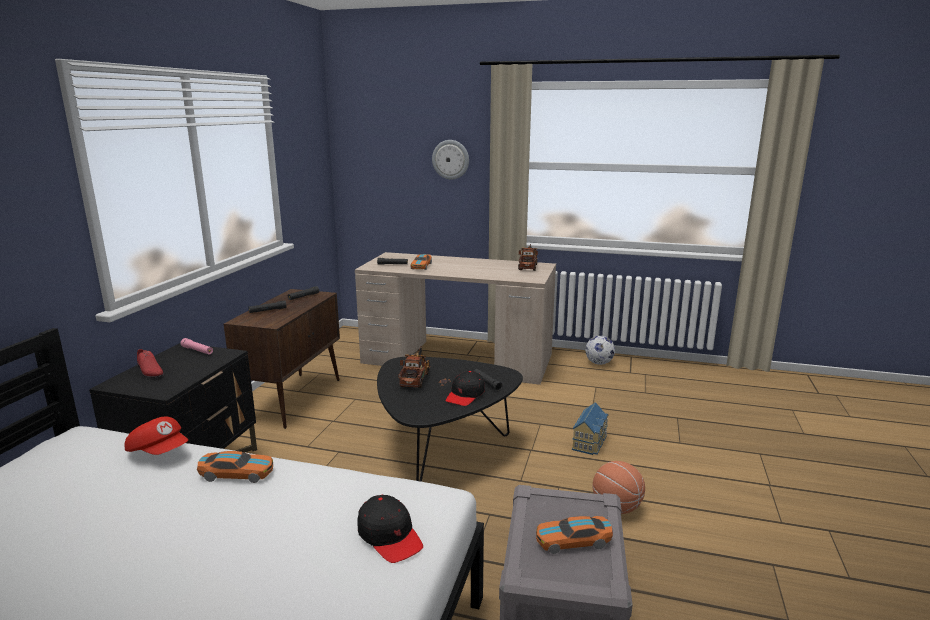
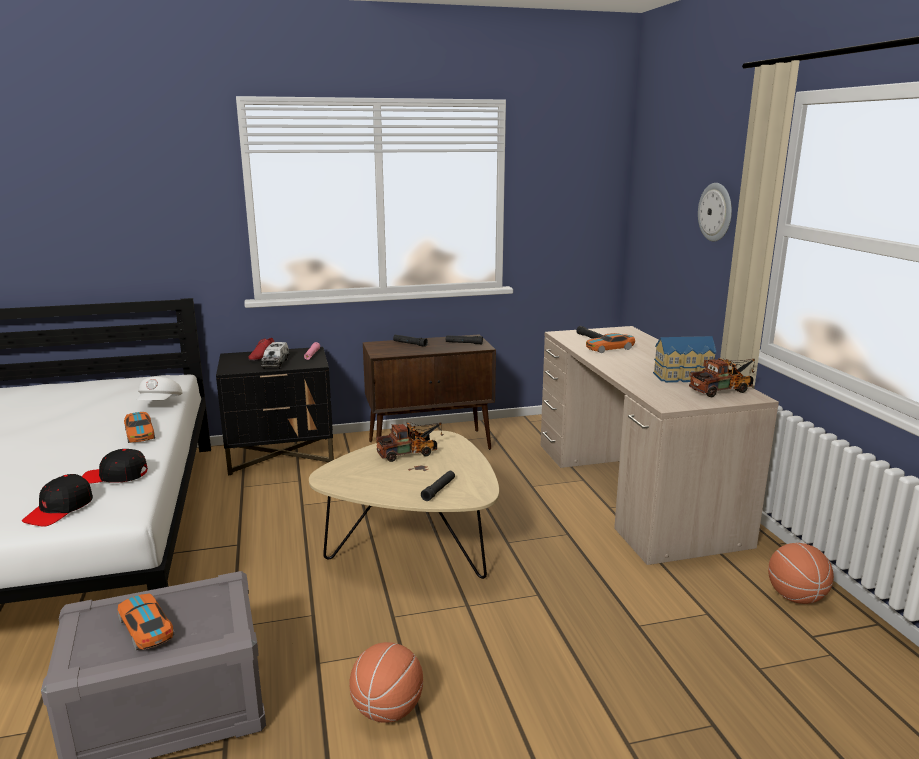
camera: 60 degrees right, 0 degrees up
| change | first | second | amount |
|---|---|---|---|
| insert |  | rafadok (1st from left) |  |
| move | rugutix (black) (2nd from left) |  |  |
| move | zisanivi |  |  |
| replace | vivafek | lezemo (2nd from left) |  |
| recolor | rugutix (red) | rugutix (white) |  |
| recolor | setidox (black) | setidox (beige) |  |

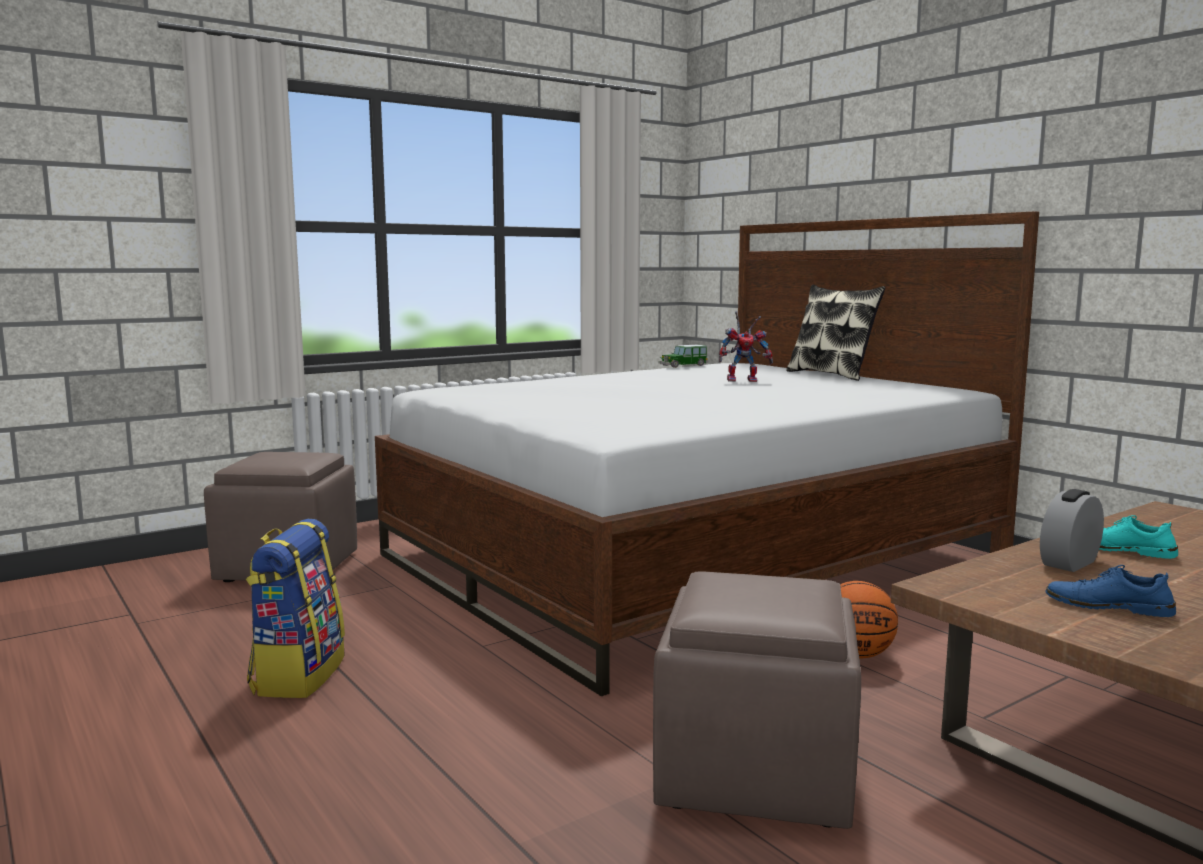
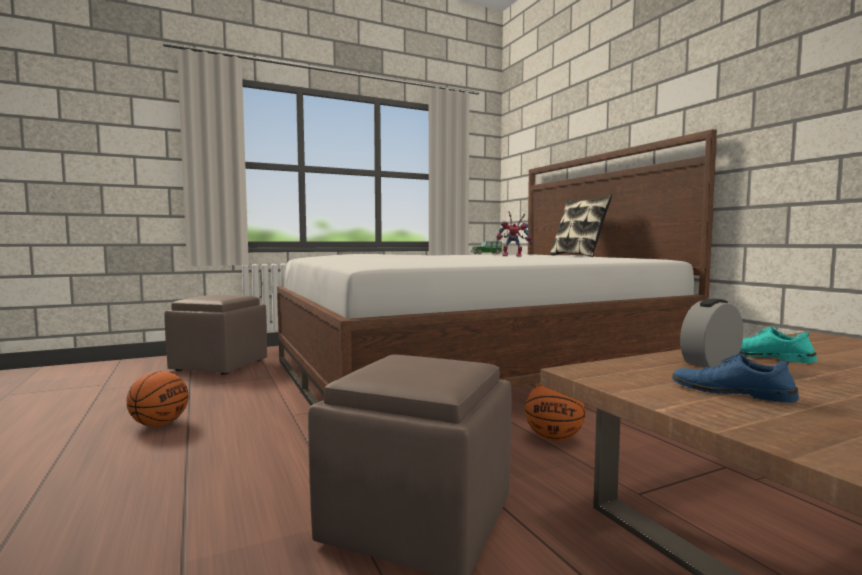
camera: 10 degrees right, 5 degrees down
| change | first | second | amount |
|---|---|---|---|
| replace | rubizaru | lezemo (1st from left) |  |

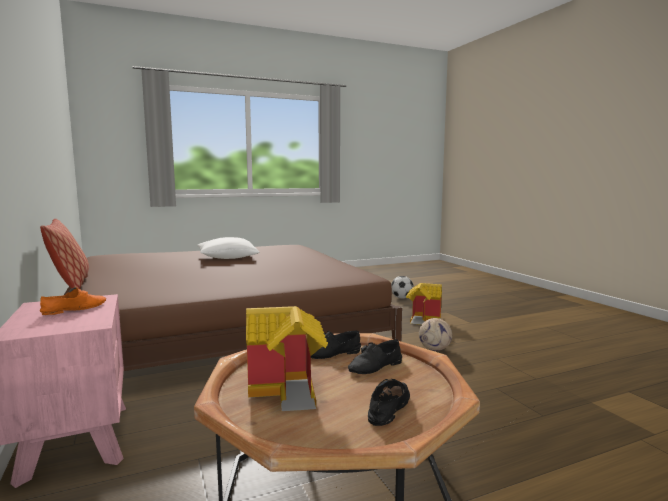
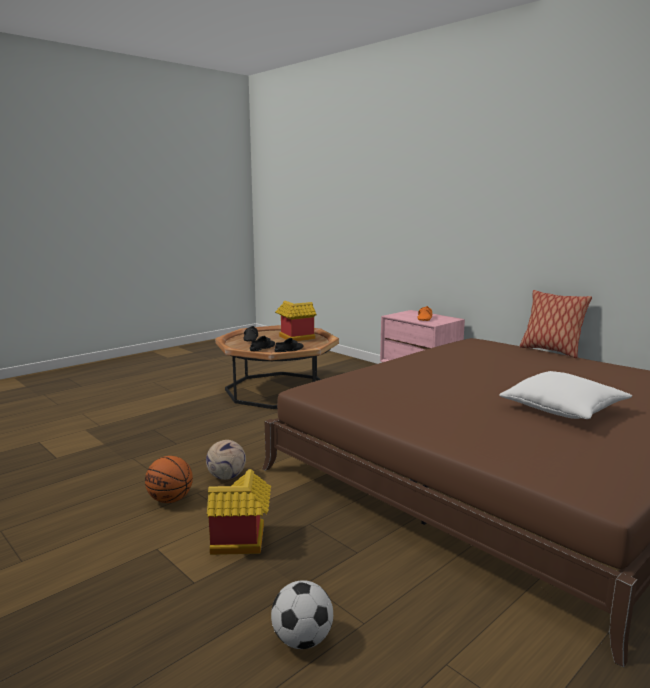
camera: 160 degrees right, 5 degrees up
| change | first | second | amount |
|---|---|---|---|
| insert |  | lezemo |  |

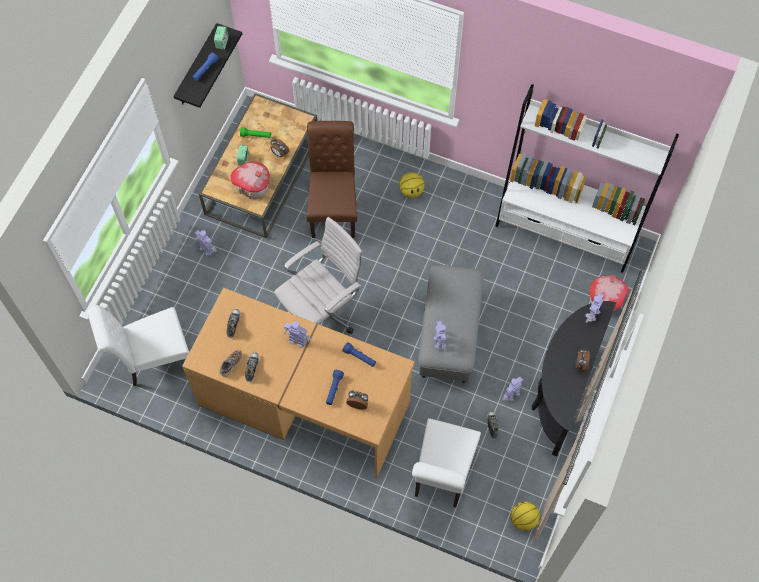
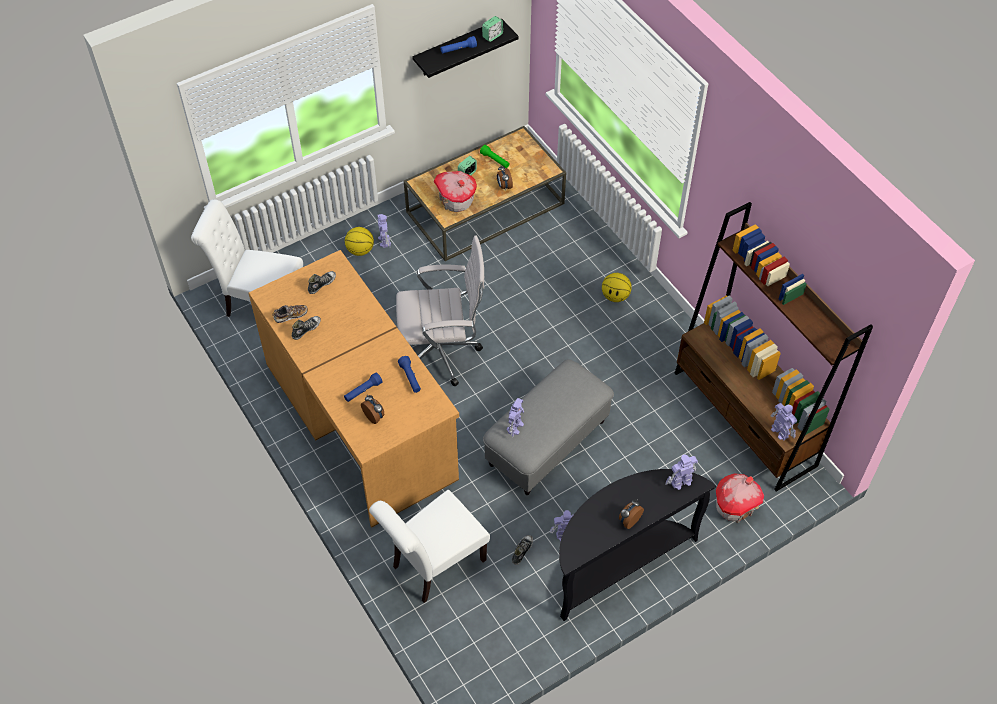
camera: 35 degrees right, 10 degrees down
| change | first | second | amount |
|---|---|---|---|
| delete | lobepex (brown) |  |  |
| move | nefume (2nd from left in the first image) | nefume (5th from left) |  |
| move | lezemo (2nd from left in the first image) | lezemo (1st from left) |  |
| recolor | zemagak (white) | zemagak (brown) |  |

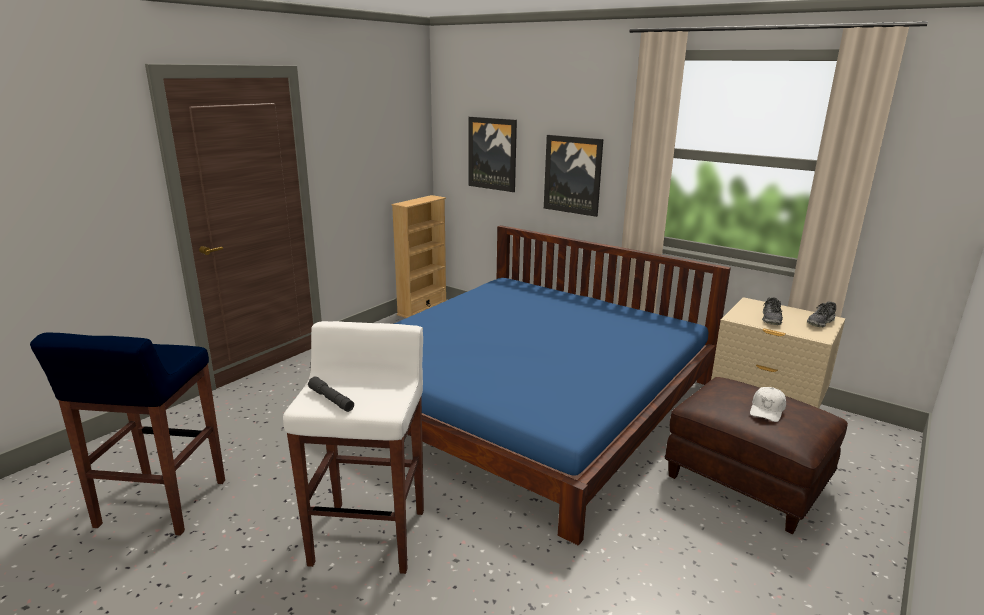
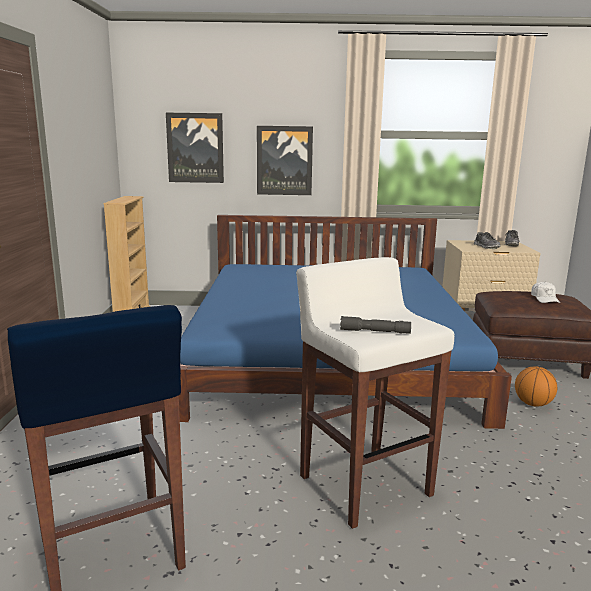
camera: 35 degrees left, 5 degrees down
| change | first | second | amount |
|---|---|---|---|
| insert |  | lezemo |  |

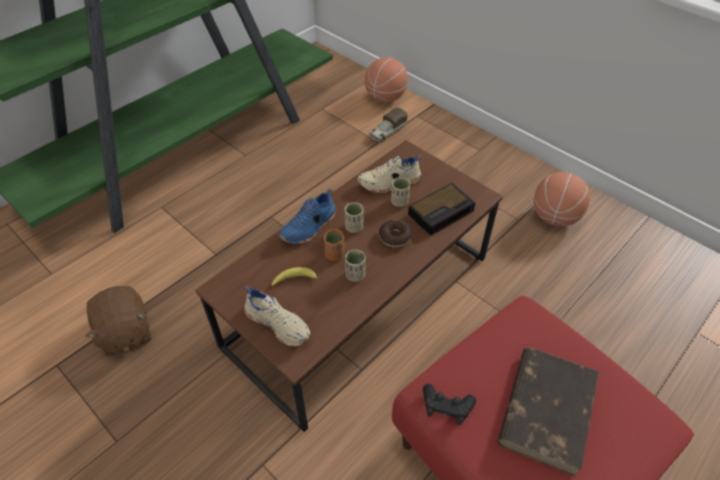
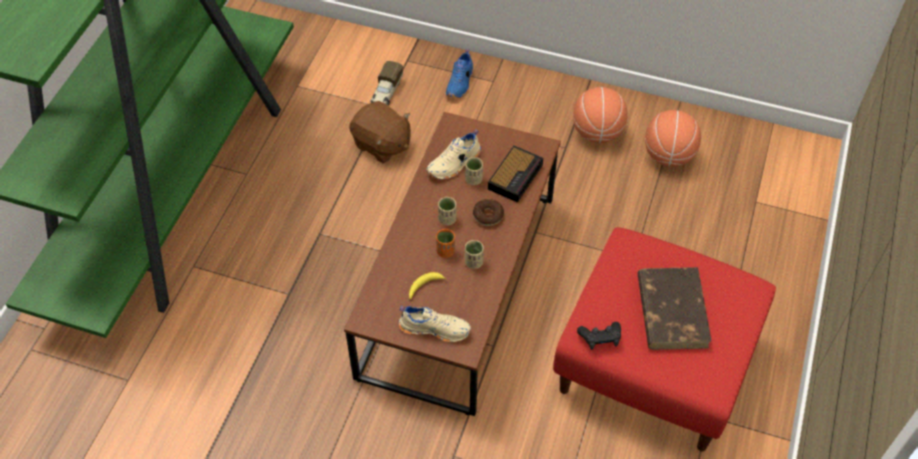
camera: 25 degrees left, 5 degrees up
| change | first | second | amount |
|---|---|---|---|
| move | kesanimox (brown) |  |  |
| move | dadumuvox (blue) |  |  |
| move | lezemo (1st from left in the first image) | lezemo (2nd from left) |  |

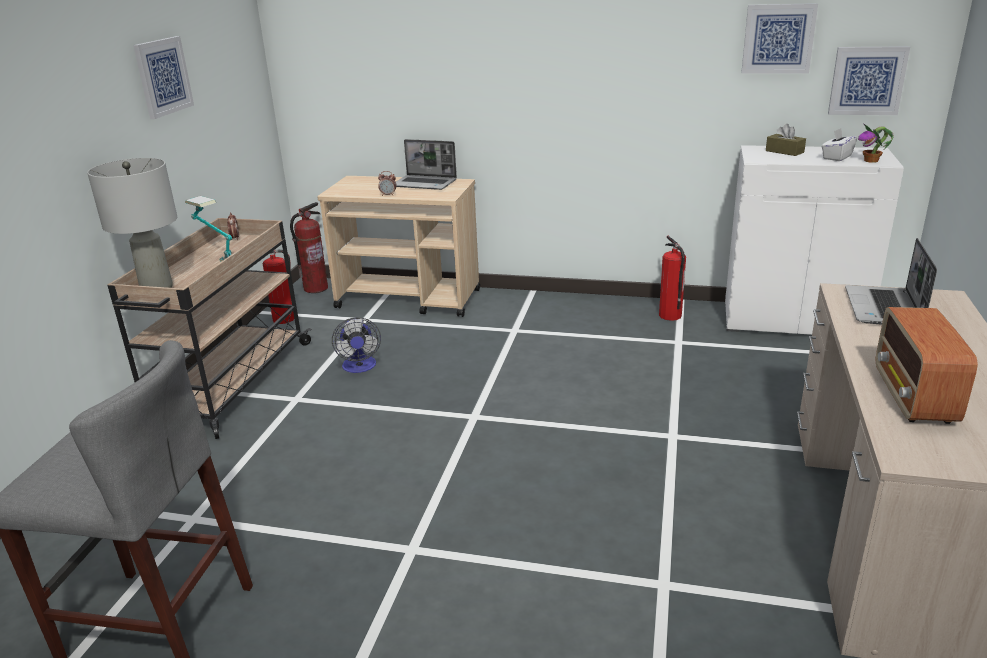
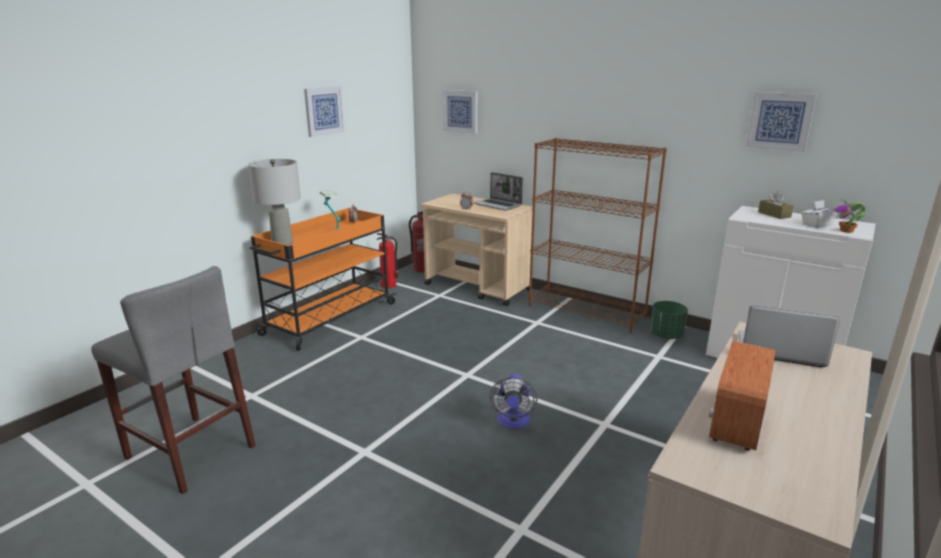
camera: 20 degrees right, 5 degrees down
| change | first | second | amount |
|---|---|---|---|
| insert |  | zemagak (brown) |  |
| move | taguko |  |  |
| move | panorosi (3rd from left in the first image) | panorosi (2nd from left) |  |
| replace | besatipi (3rd from left) | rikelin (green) |  |
| recolor | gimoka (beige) (1st from left) | gimoka (orange) |  |
| rotate | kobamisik (2nd from left) |  | 75 degrees clockwise |

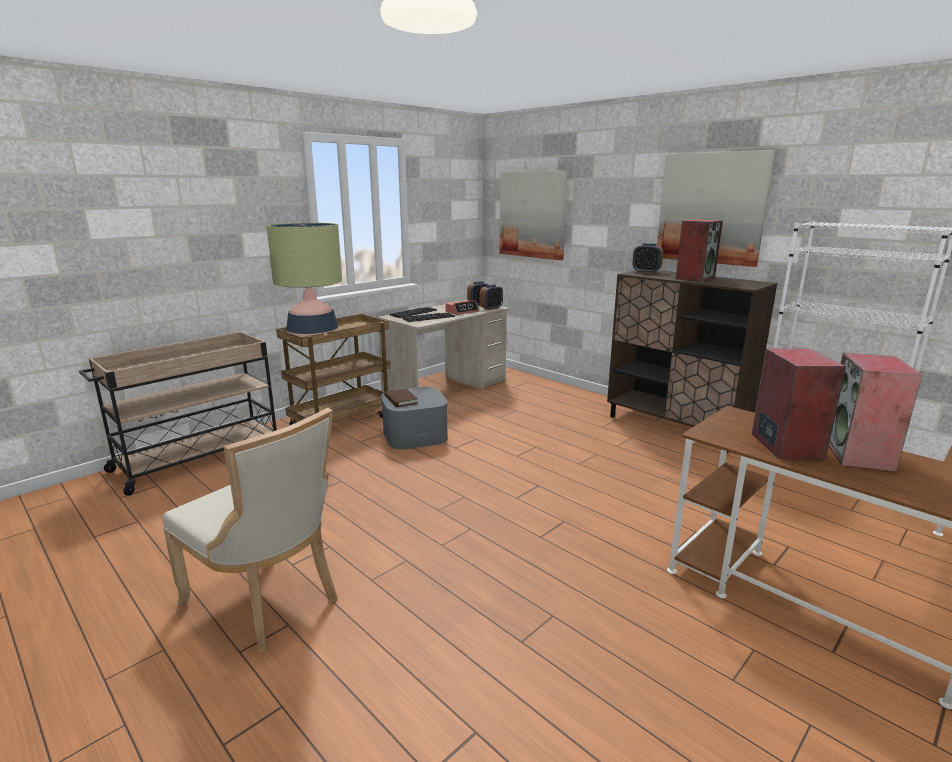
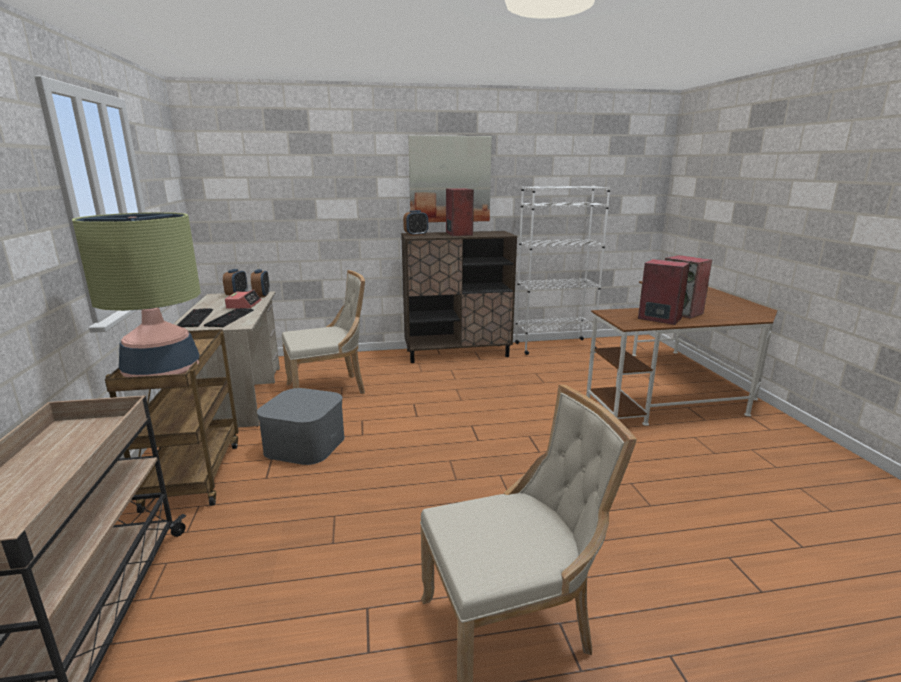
camera: 55 degrees left, 0 degrees up
| change | first | second | amount |
|---|---|---|---|
| delete | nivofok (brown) |  |  |
| delete | panorosi (1st from left) |  |  |
| insert |  | lobepex (beige) (1st from left) |  |

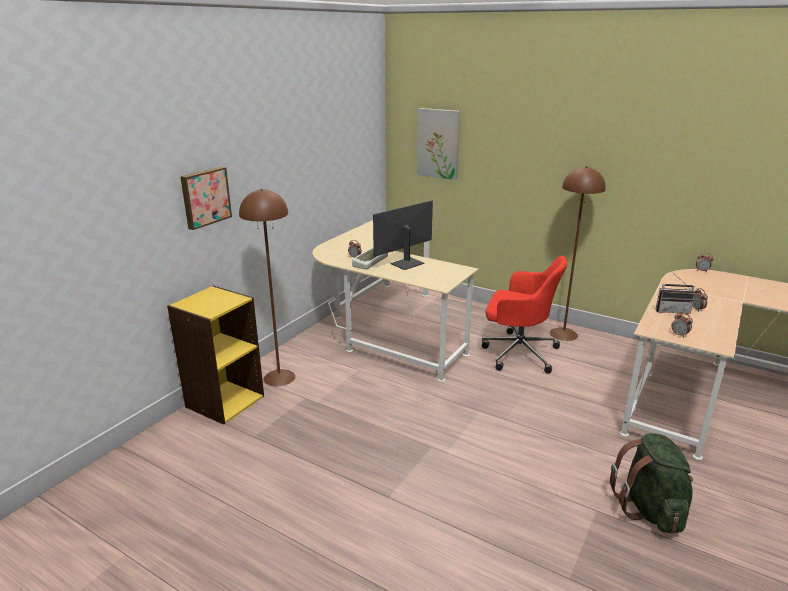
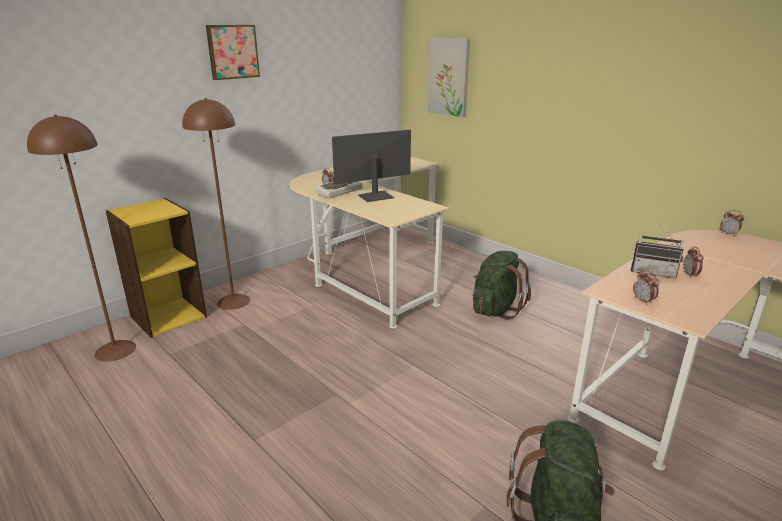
camera: 15 degrees right, 0 degrees up
| change | first | second | amount |
|---|---|---|---|
| move | panorosi (1st from left) |  |  |
| move | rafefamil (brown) (2nd from left in the first image) | rafefamil (brown) (1st from left) |  |
| replace | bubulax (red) | rubizaru (green) (1st from left) |  |

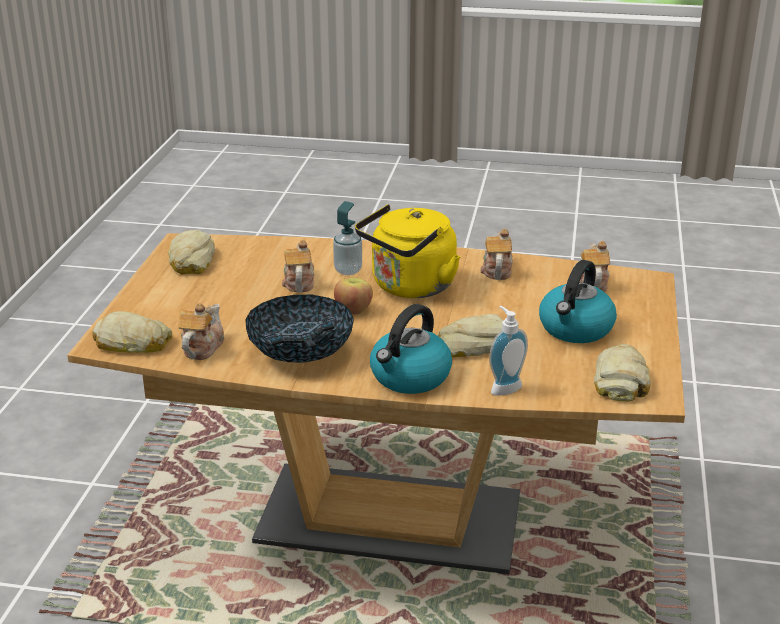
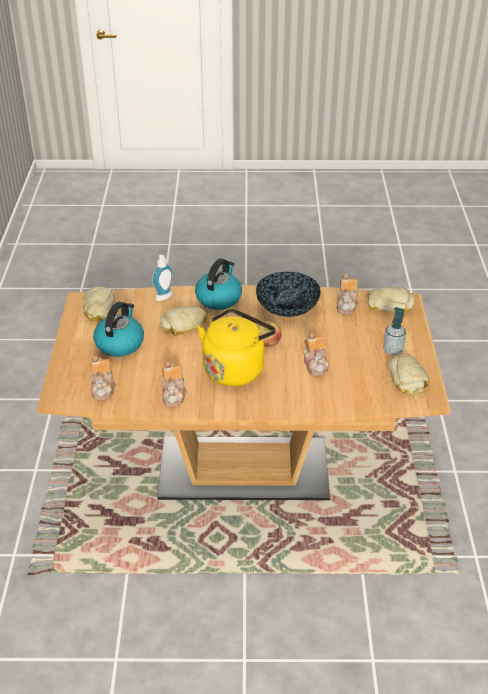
camera: 170 degrees right, 10 degrees up
| change | first | second | amount |
|---|---|---|---|
| move | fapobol (1st from left in the first image) | fapobol (2nd from left) |  |

